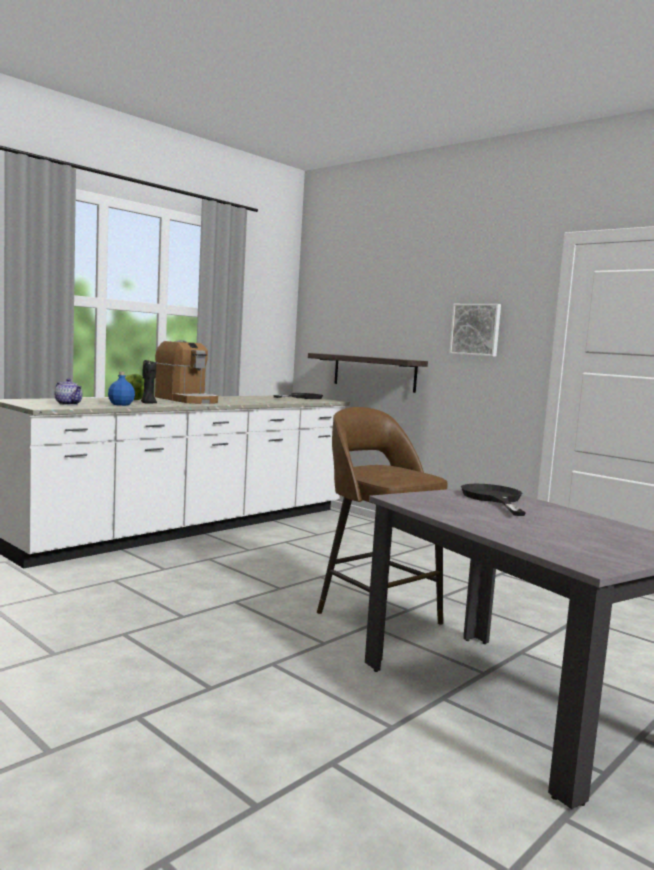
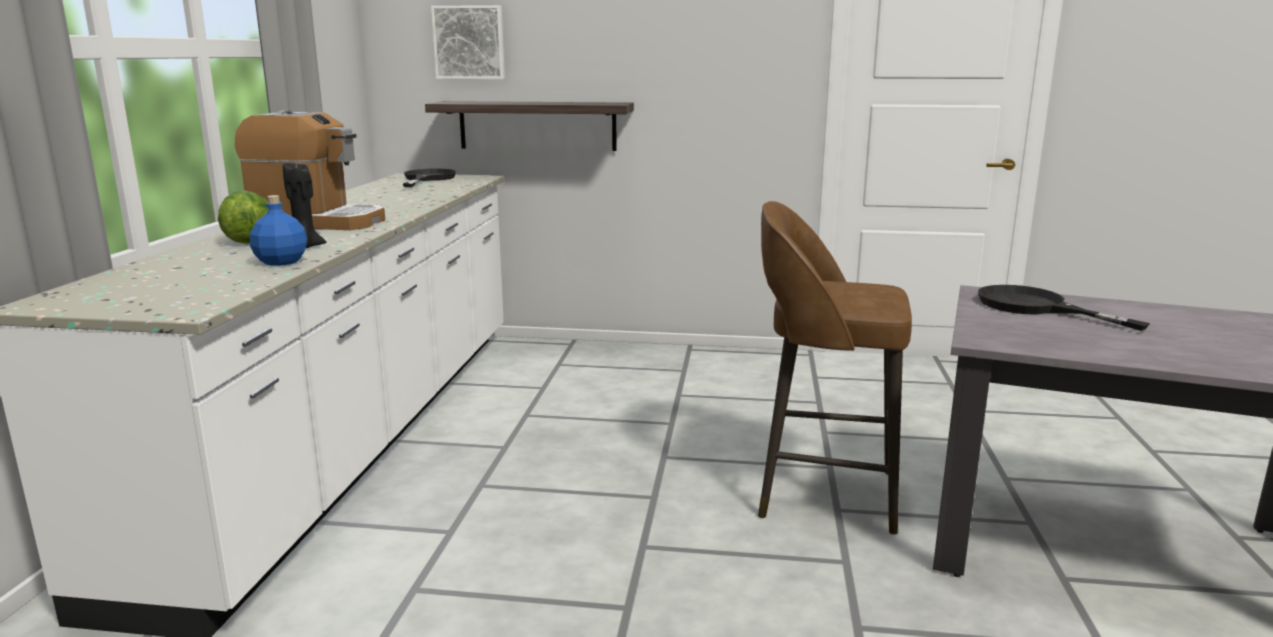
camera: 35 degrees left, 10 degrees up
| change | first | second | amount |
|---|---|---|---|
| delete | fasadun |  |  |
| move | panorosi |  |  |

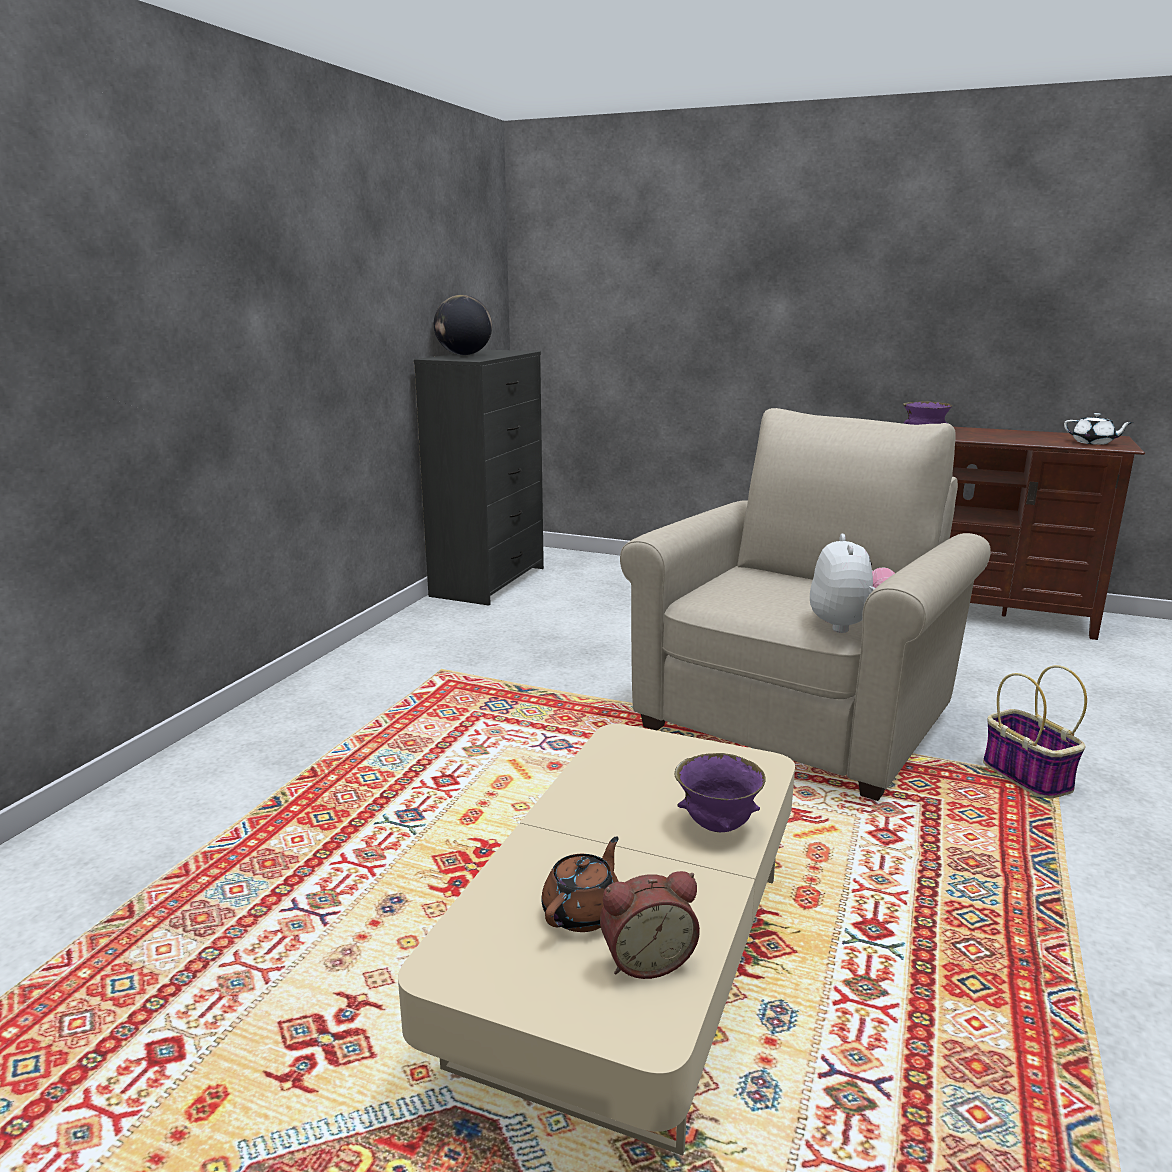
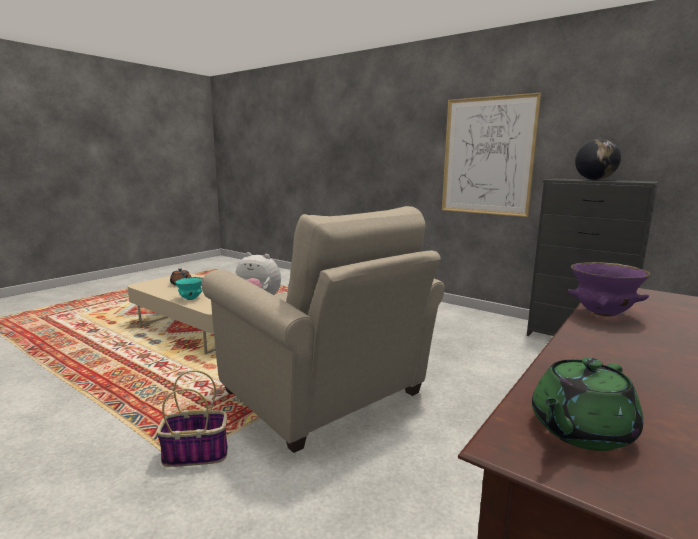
camera: 105 degrees right, 5 degrees down
| change | first | second | amount |
|---|---|---|---|
| delete | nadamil |  |  |
| insert |  | panorosi |  |
| recolor | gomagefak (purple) (1st from left) | gomagefak (turquoise) |  |
| recolor | fasadun (white) | fasadun (green) |  |

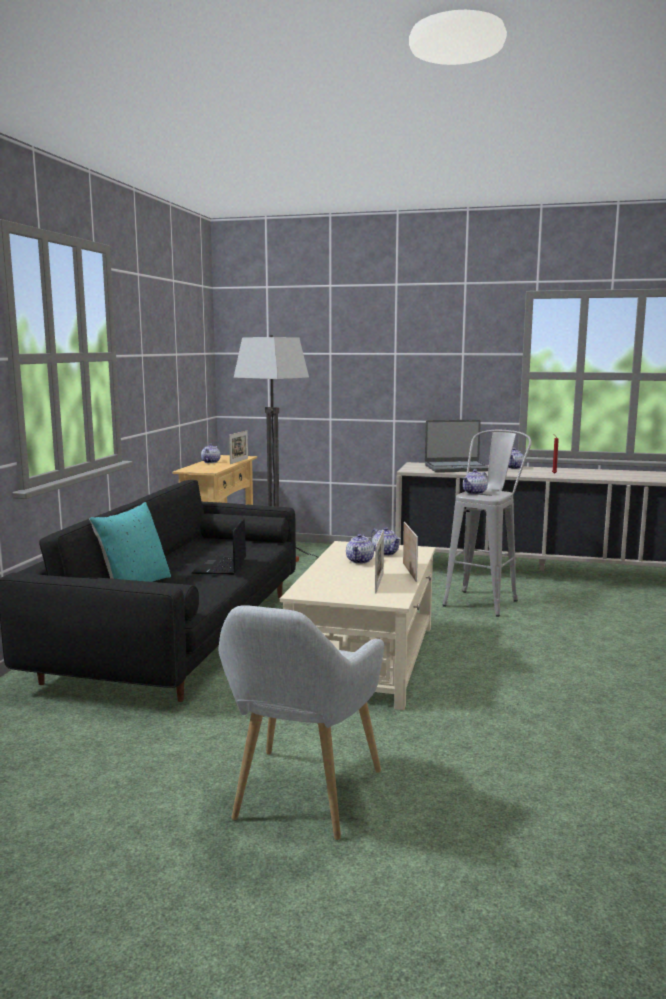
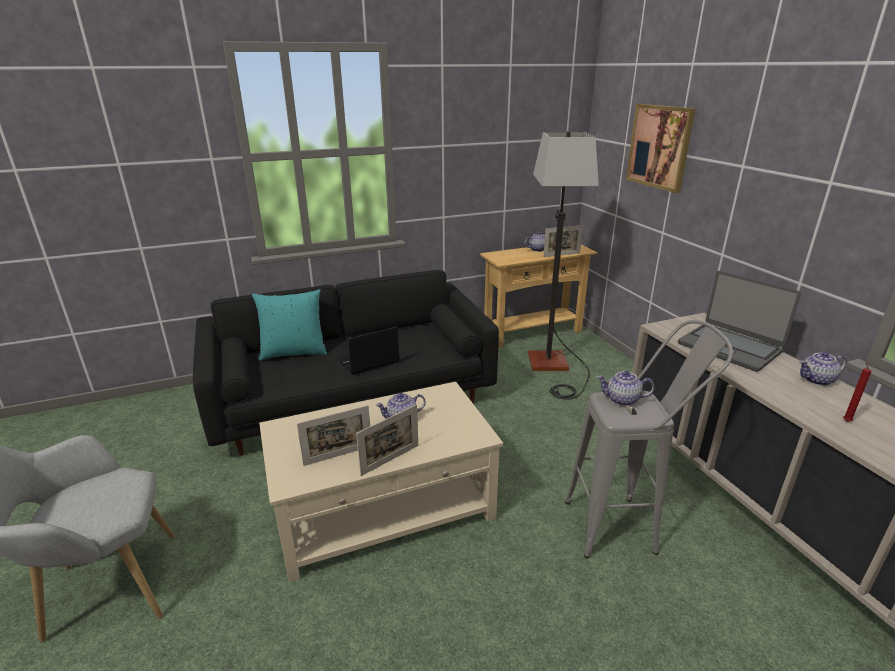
camera: 55 degrees right, 15 degrees up
| change | first | second | amount |
|---|---|---|---|
| delete | fasadun (3rd from left) |  |  |
| insert |  | panorosi |  |

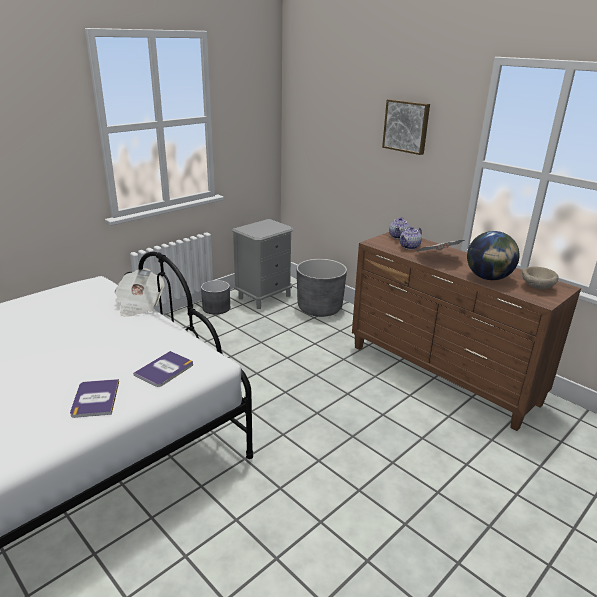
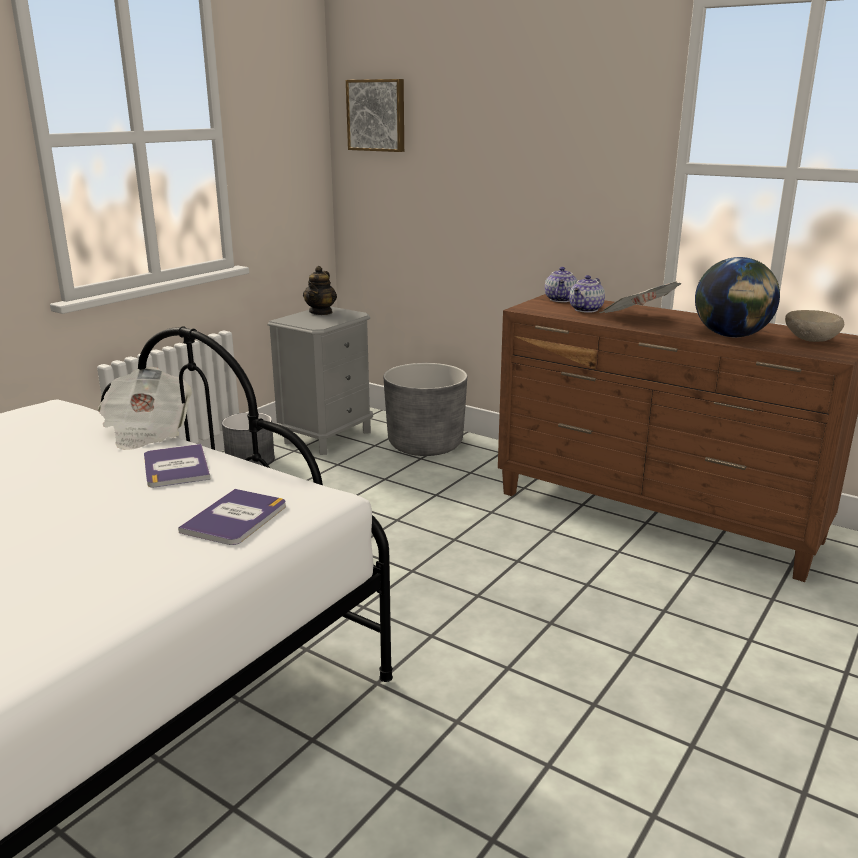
camera: 10 degrees left, 5 degrees down
| change | first | second | amount |
|---|---|---|---|
| insert |  | fasadun (1st from left) |  |
| move | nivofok (1st from left) |  |  |
| move | panorosi |  |  |

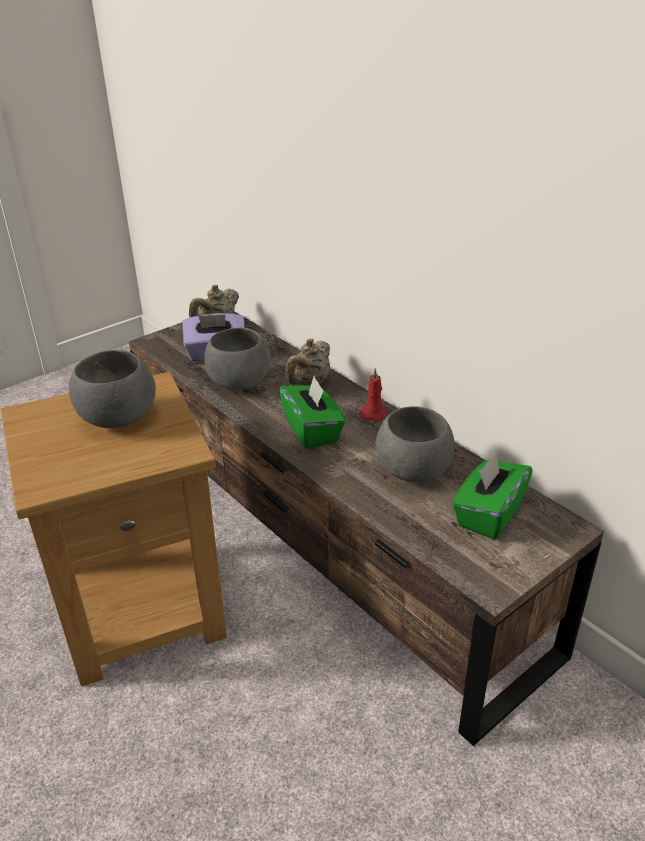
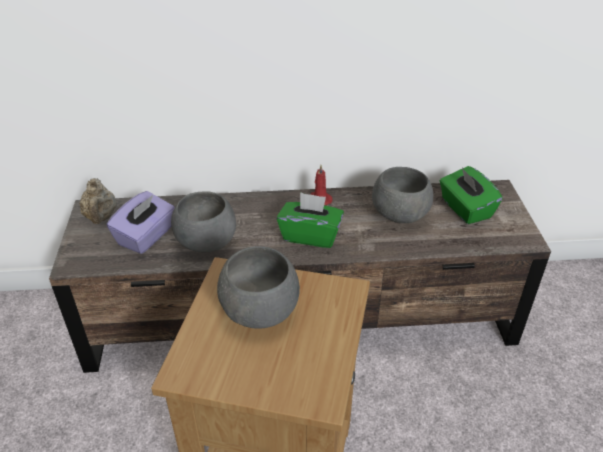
camera: 55 degrees left, 5 degrees up
| change | first | second | amount |
|---|---|---|---|
| delete | fasadun (beige) (2nd from left) |  |  |

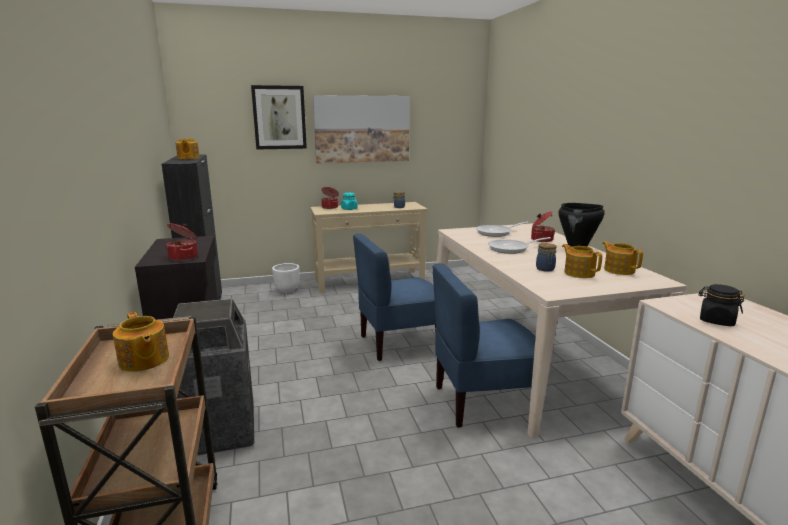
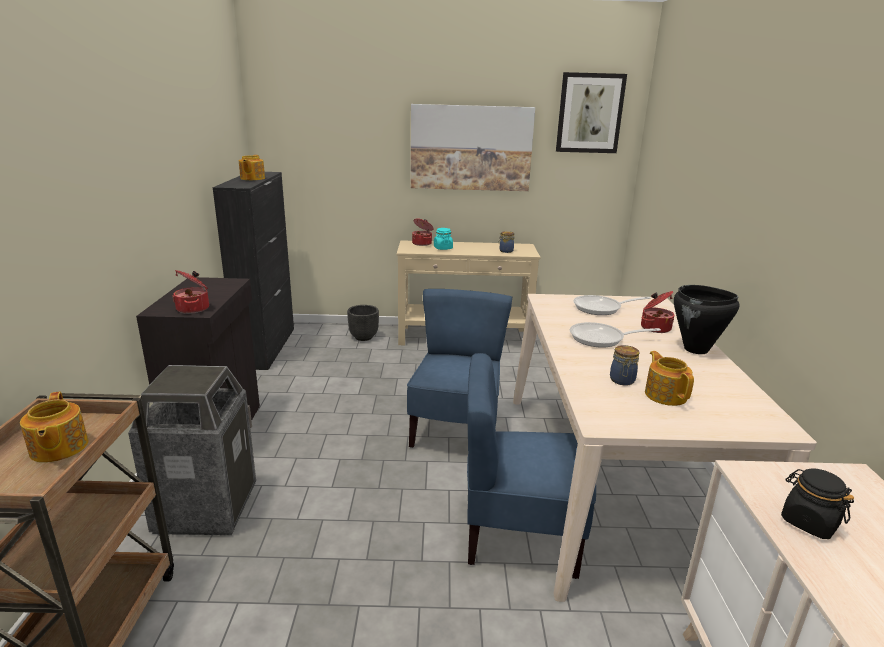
camera: 15 degrees right, 5 degrees up
| change | first | second | amount |
|---|---|---|---|
| delete | fasadun (4th from left) |  |  |
| move | panorosi (1st from left in the first image) | panorosi (2nd from left) |  |
| recolor | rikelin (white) | rikelin (black) |  |
| rotate | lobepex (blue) (1st from left) |  | 105 degrees clockwise |

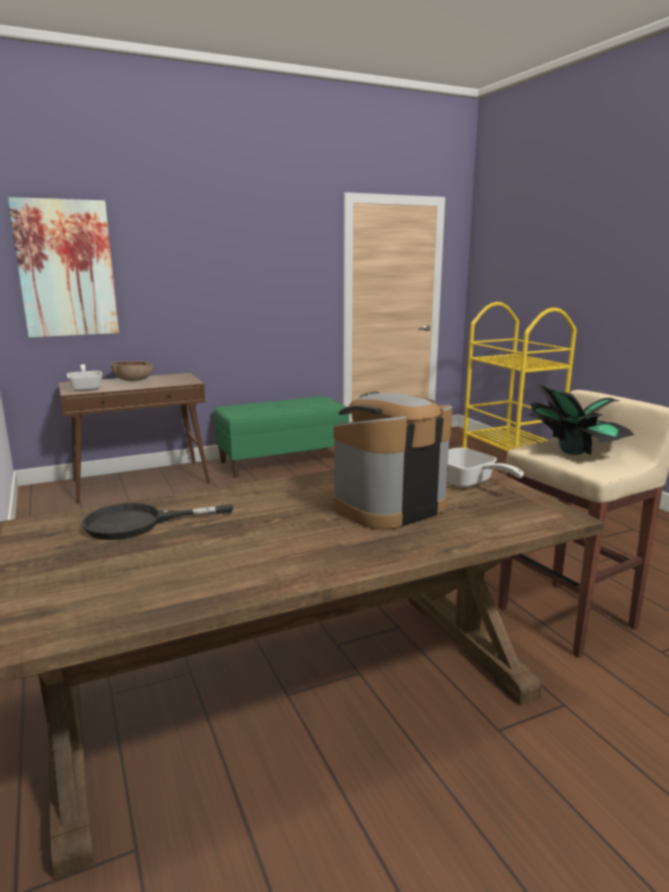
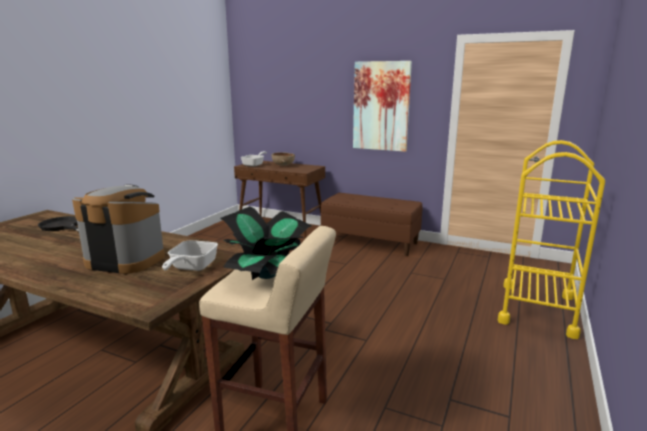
camera: 50 degrees right, 0 degrees up
| change | first | second | amount |
|---|---|---|---|
| move | panorosi |  |  |
| recolor | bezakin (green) | bezakin (brown) |  |

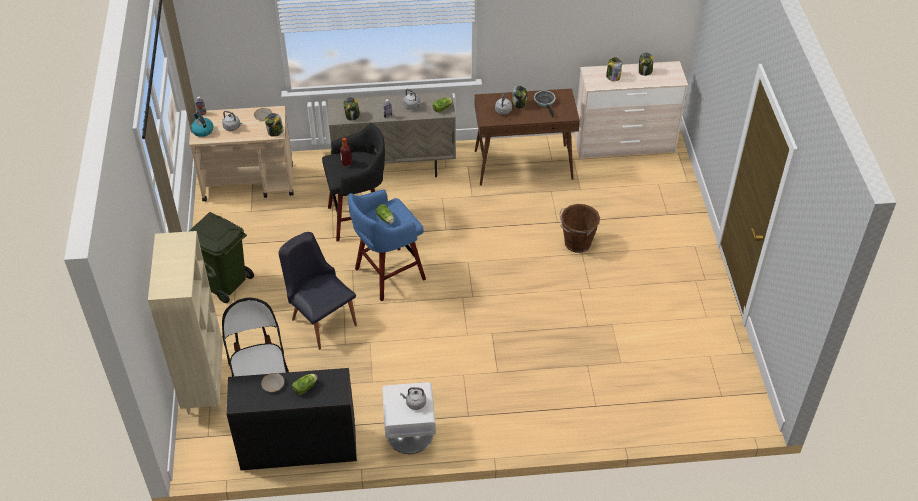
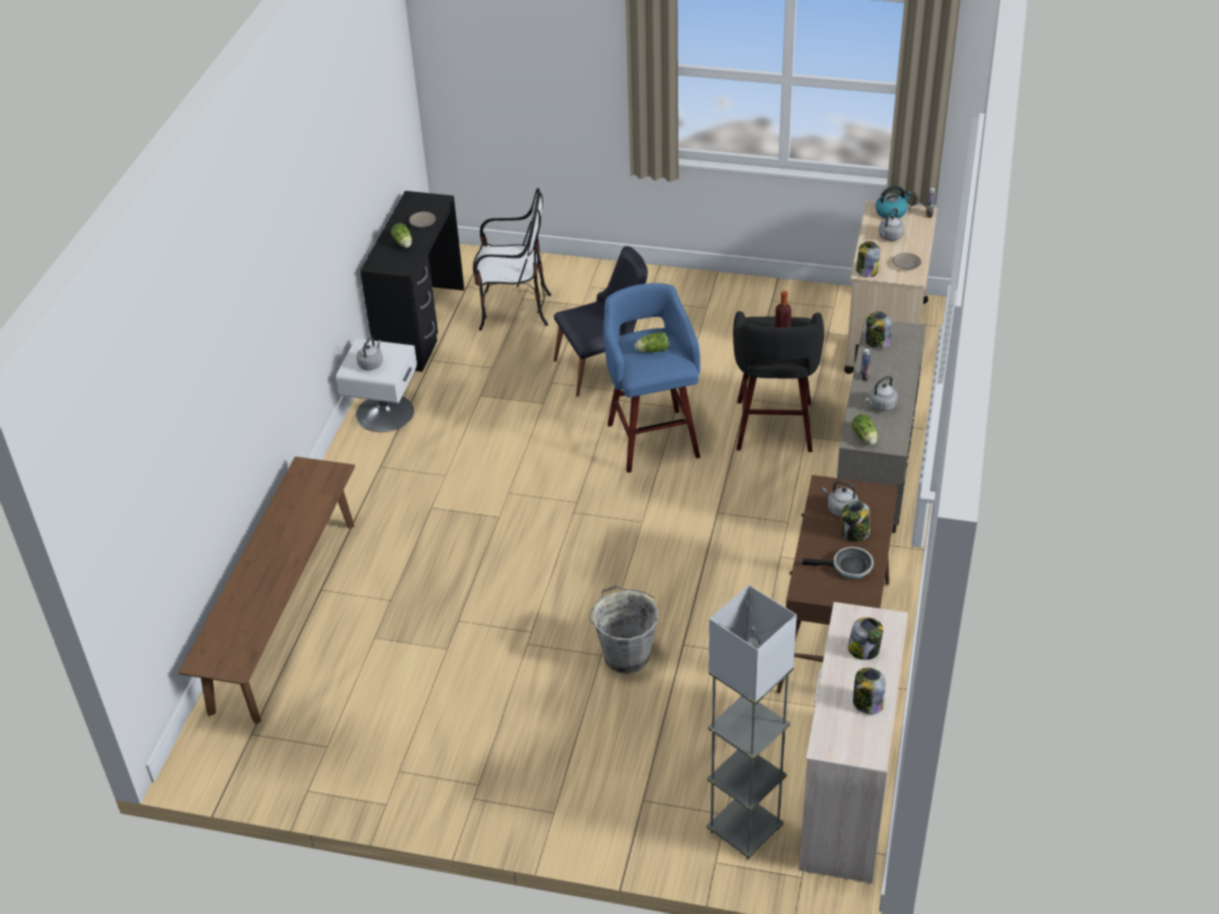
camera: 110 degrees right, 5 degrees down
| change | first | second | amount |
|---|---|---|---|
| delete | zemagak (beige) |  |  |
| delete | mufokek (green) |  |  |
| insert |  | bezakin (brown) |  |
| insert |  | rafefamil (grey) |  |
| recolor | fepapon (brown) | fepapon (grey) |  |

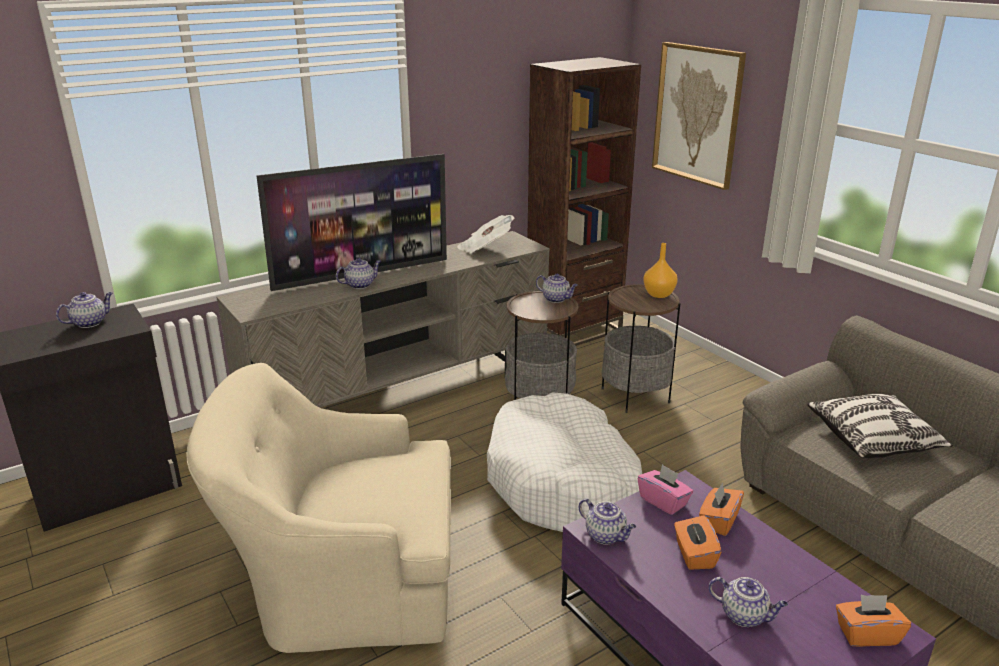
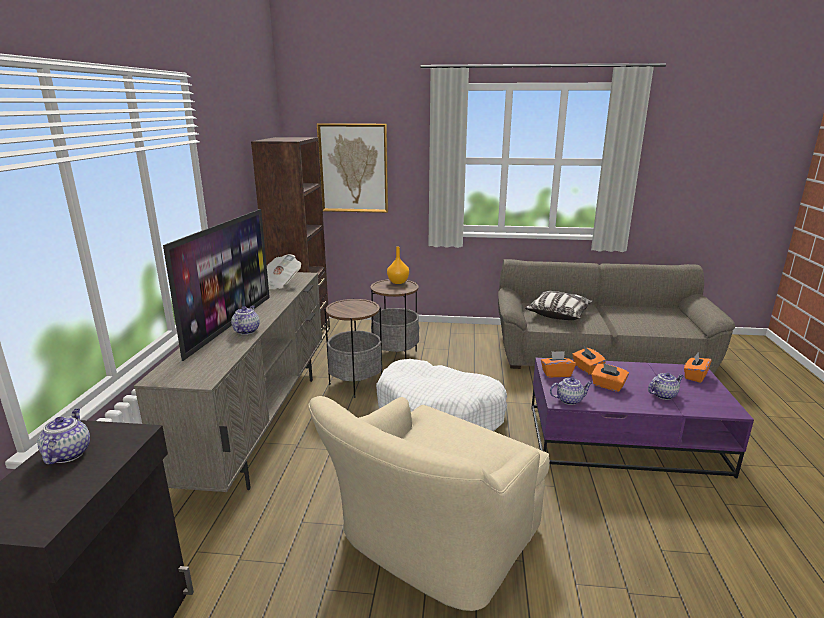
camera: 50 degrees left, 5 degrees down
| change | first | second | amount |
|---|---|---|---|
| delete | fasadun (3rd from left) |  |  |
| recolor | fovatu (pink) | fovatu (orange) (1st from left) |  |

